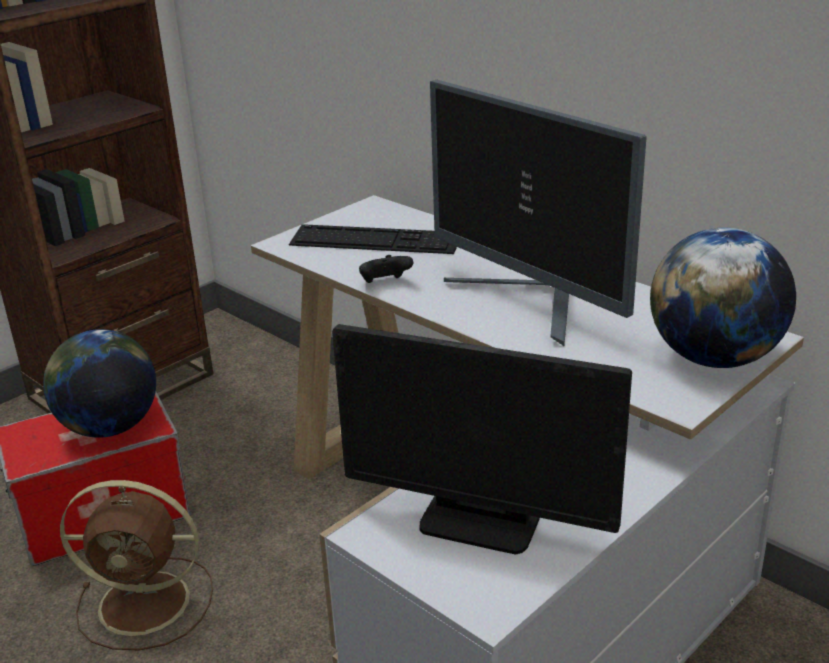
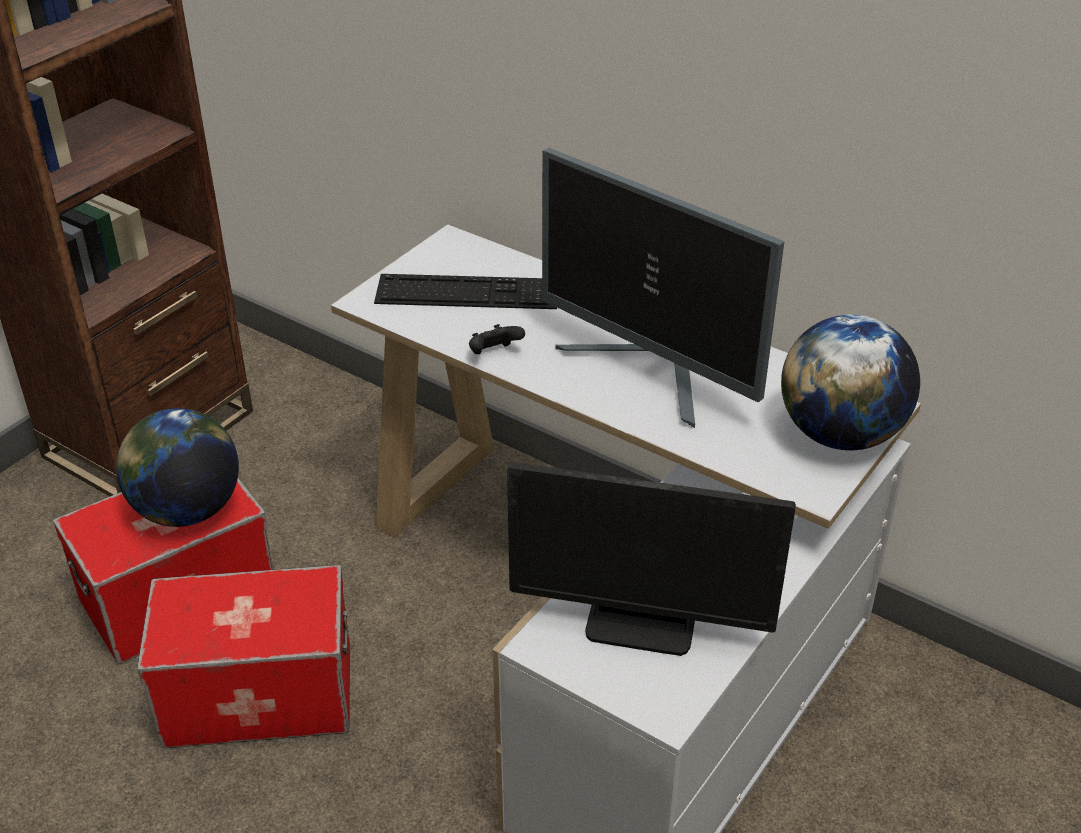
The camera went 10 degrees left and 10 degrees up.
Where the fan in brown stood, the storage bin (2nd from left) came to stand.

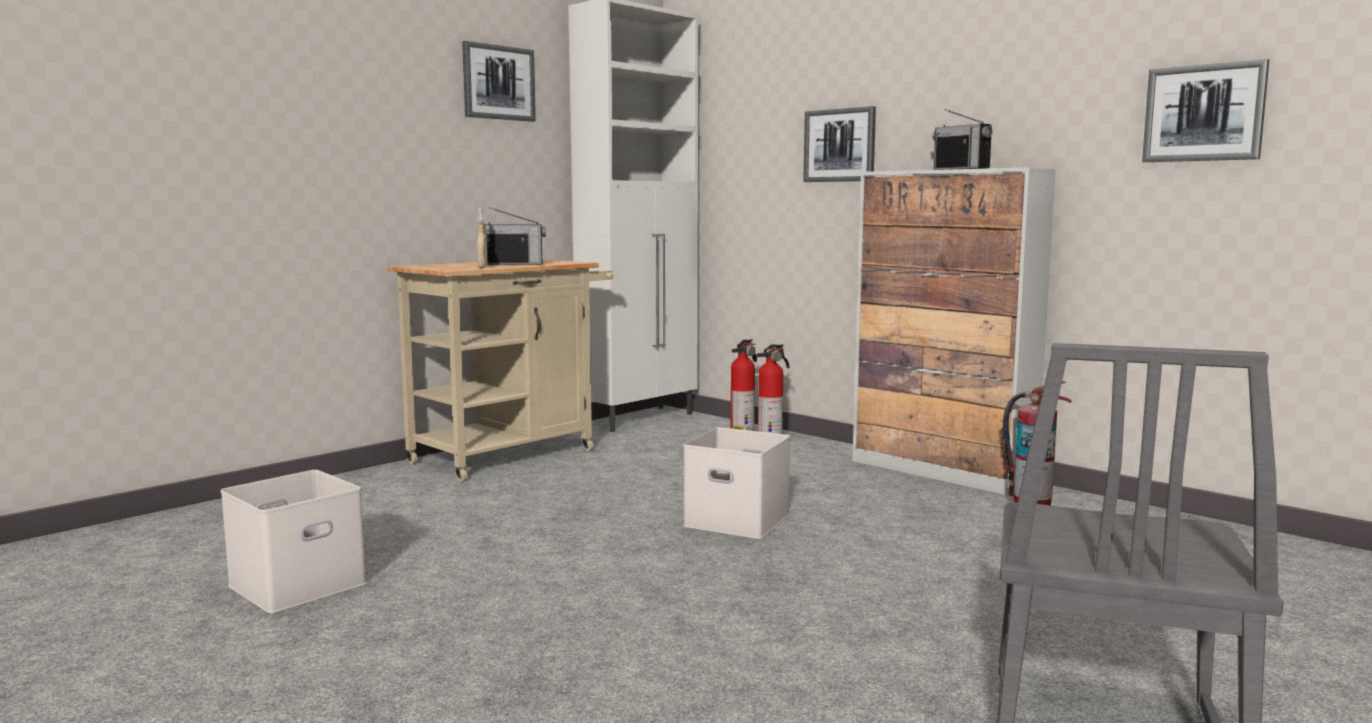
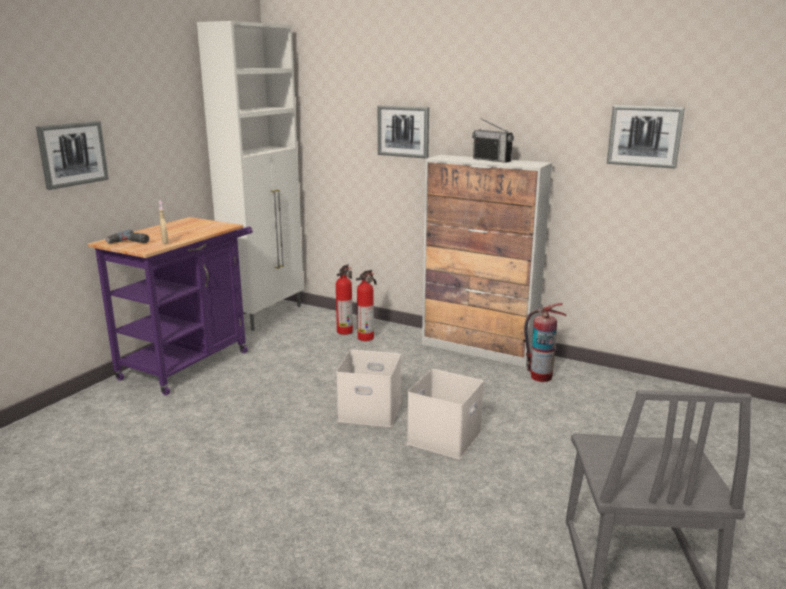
The camera went 15 degrees left and 10 degrees up.
The wall art (1st from left) ended up elsewhere.
The second view lost the radio set (1st from left).
What was the wheeled cart in beige turned into the wheeled cart in purple-coloured.
The storage bin in white-coloured (1st from left in the first image) ended up elsewhere.
The second view gained the electric drill.

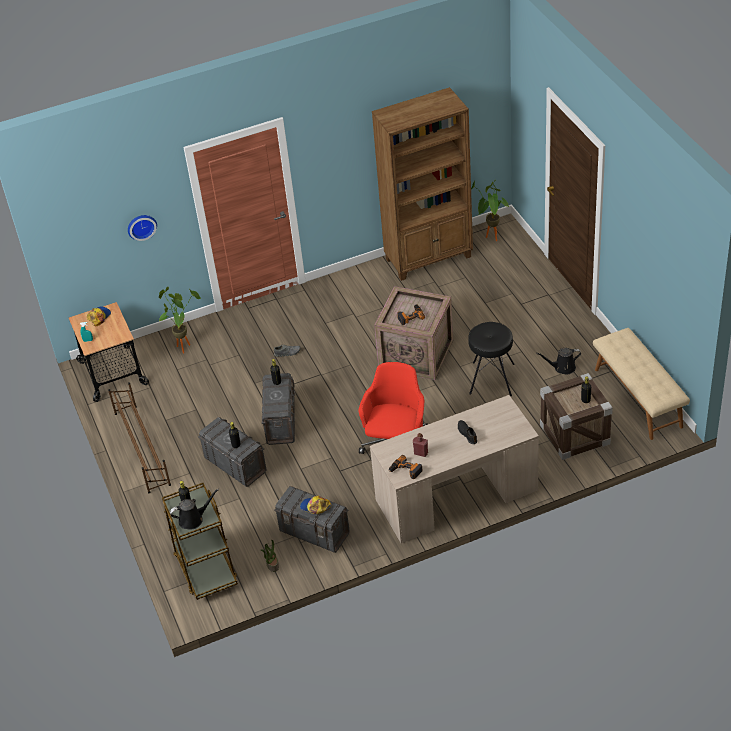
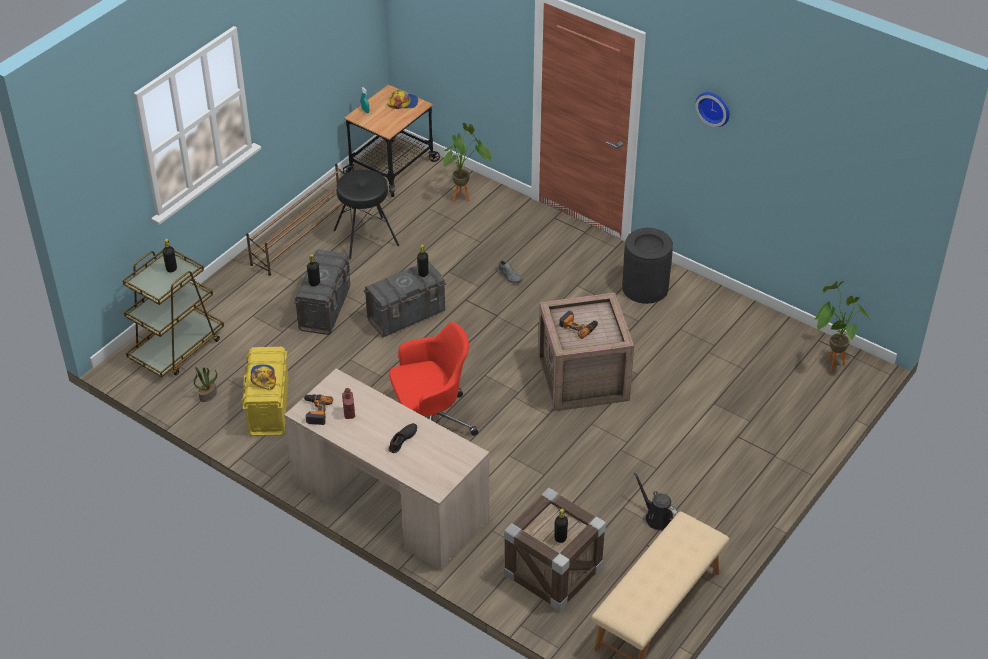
The camera went 55 degrees right and 0 degrees up.
The second view lost the bookcase in brown.
The wall clock ended up elsewhere.
The sitting stool in black ended up elsewhere.
What was the storage bin in grey (3rd from left) turned into the storage bin in yellow.
The second view lost the watering pot in black (1st from left).
The second view gained the rubbish bin in black.

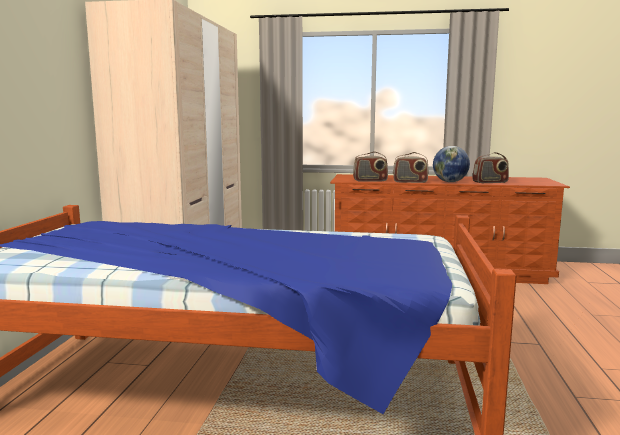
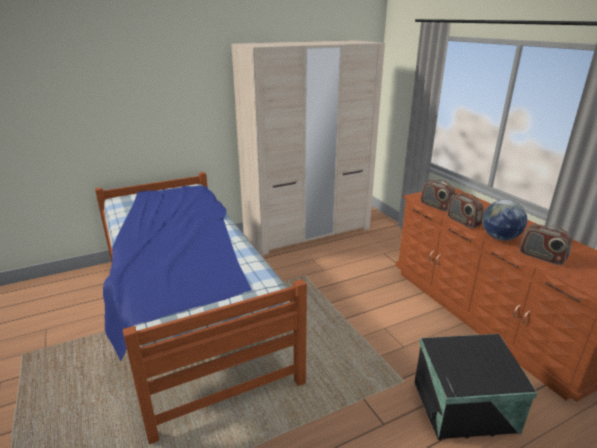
The camera went 55 degrees right and 15 degrees up.
The second view gained the storage bin in black.

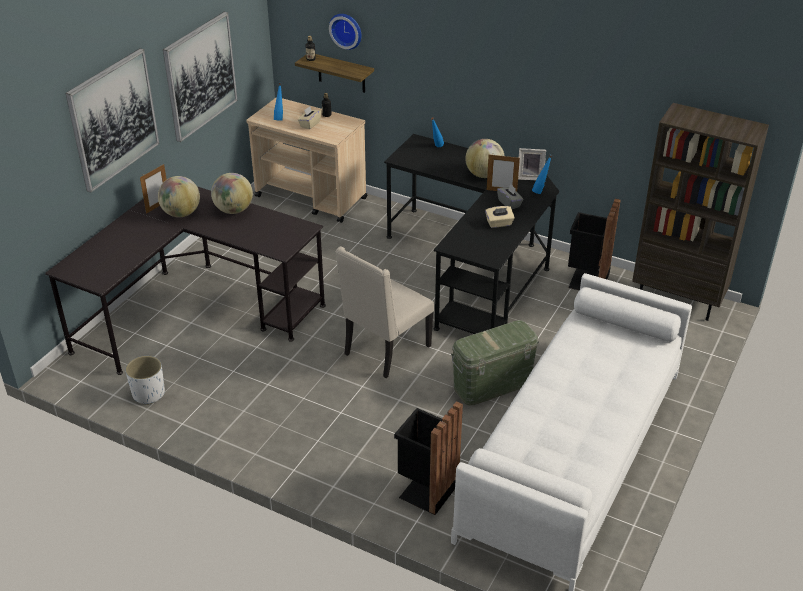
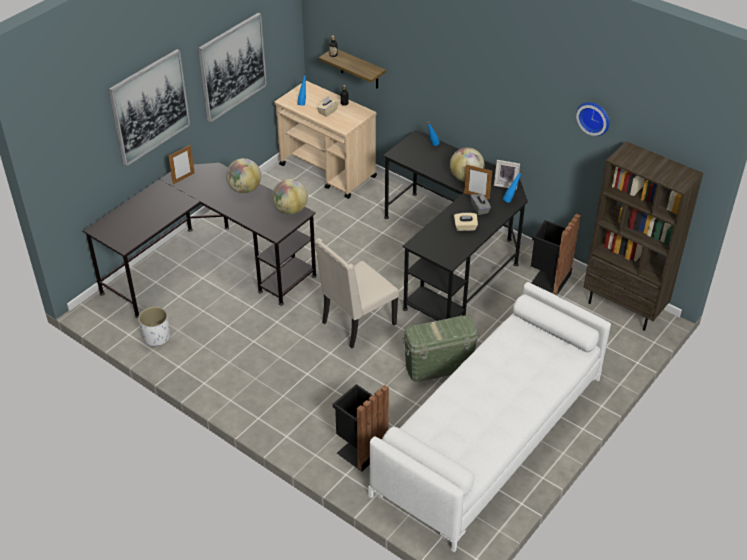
The camera went 10 degrees right and 5 degrees up.
The wall clock ended up elsewhere.
The desk globe (1st from left in the first image) ended up elsewhere.

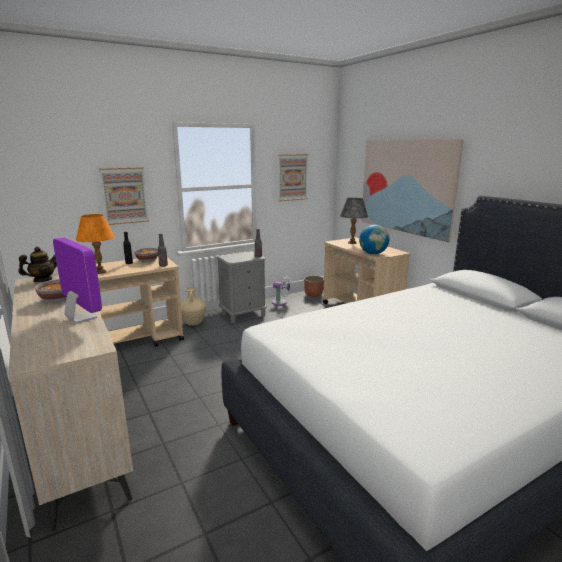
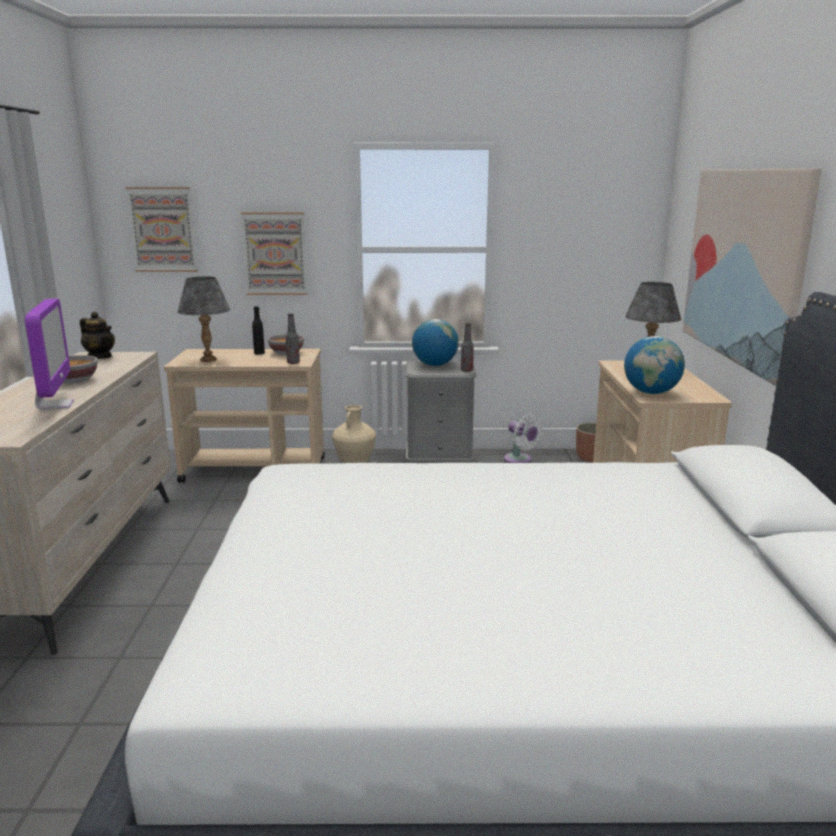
The camera went 30 degrees right and 0 degrees up.
The wall art (2nd from left in the first image) ended up elsewhere.
What was the table lamp in orange turned into the table lamp in grey (1st from left).
The teapot ended up facing another way, 45 degrees clockwise from before.
The second view gained the desk globe (1st from left).

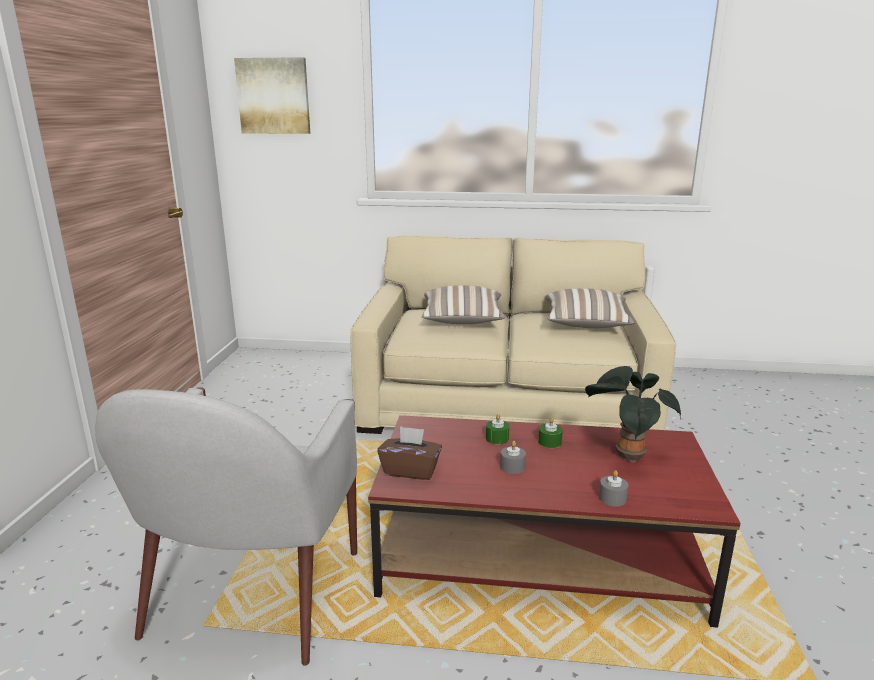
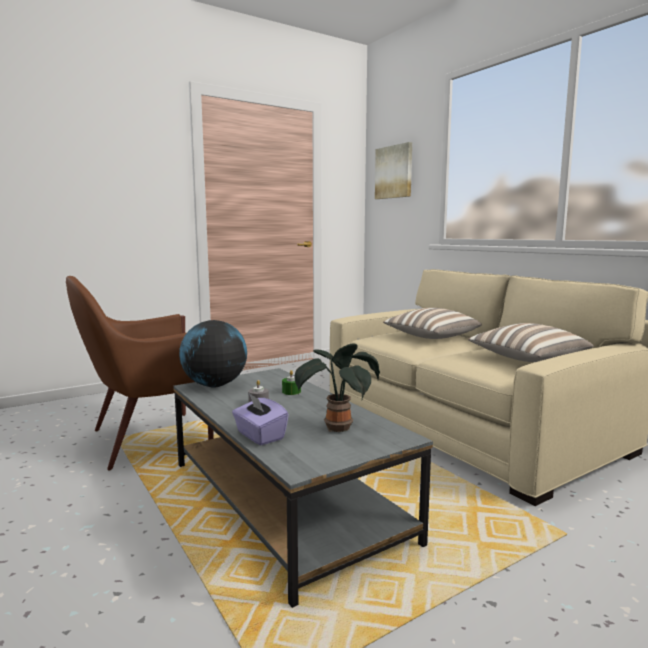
The camera went 50 degrees right and 10 degrees down.
What was the armchair in white-coloured turned into the armchair in brown.
What was the lounge table in red turned into the lounge table in grey.
The second view lost the wax candle in green (2nd from left).
Where the tissue box in brown stood, the desk globe came to stand.
Where the wax candle in grey (2nd from left) stood, the tissue box in purple-coloured came to stand.

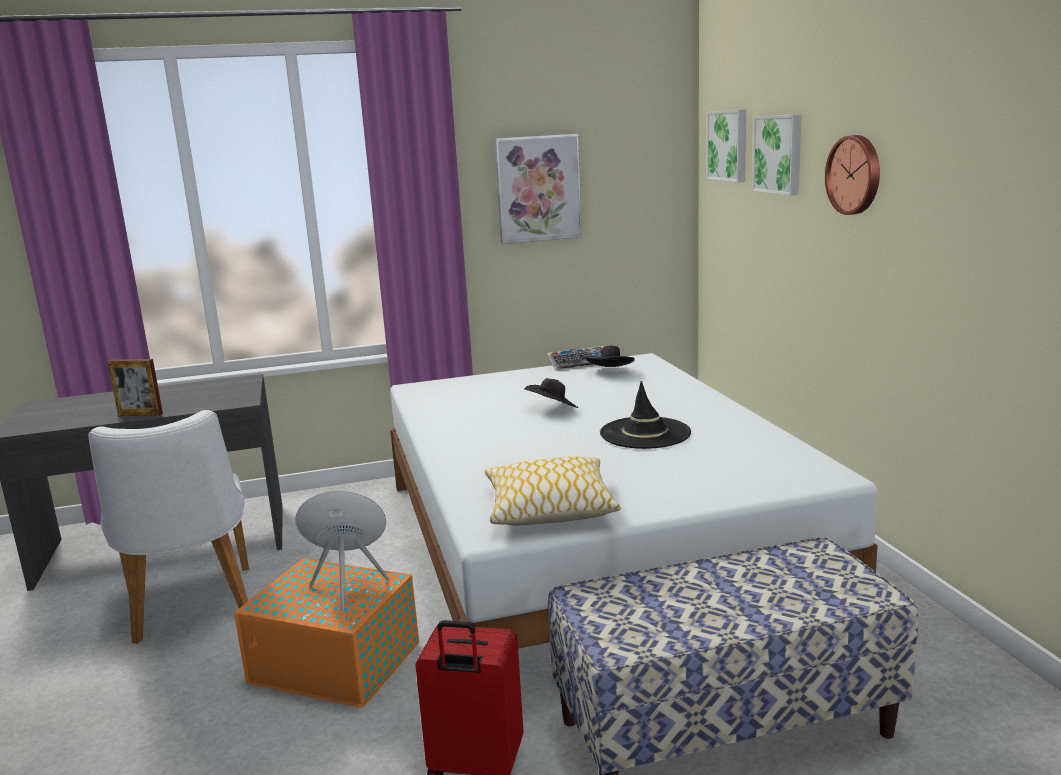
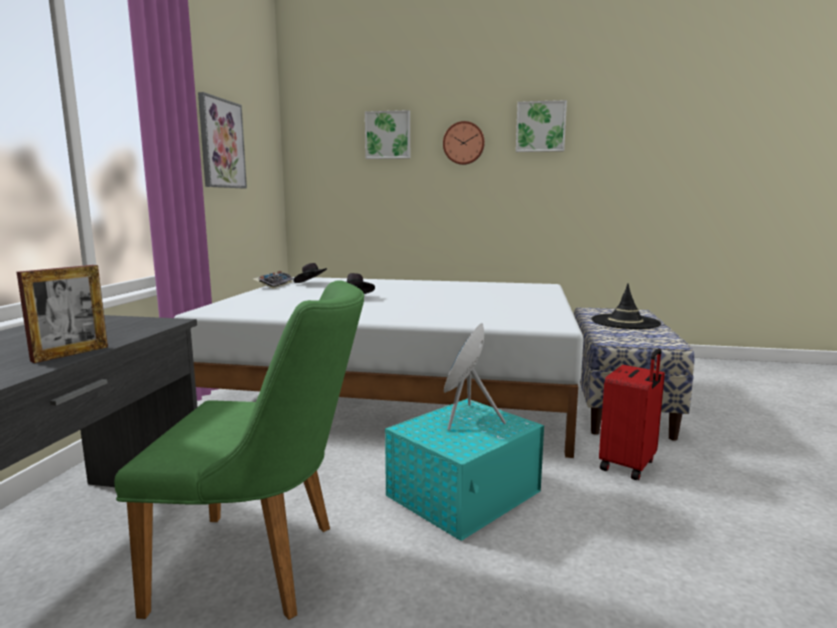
The camera went 65 degrees left and 5 degrees down.
The wall art (2nd from left in the first image) ended up elsewhere.
The hat in black (3rd from left) ended up elsewhere.
What was the upright chair in white-coloured turned into the upright chair in green.
The second view lost the pillow.
What was the storage bin in orange turned into the storage bin in blue-green.

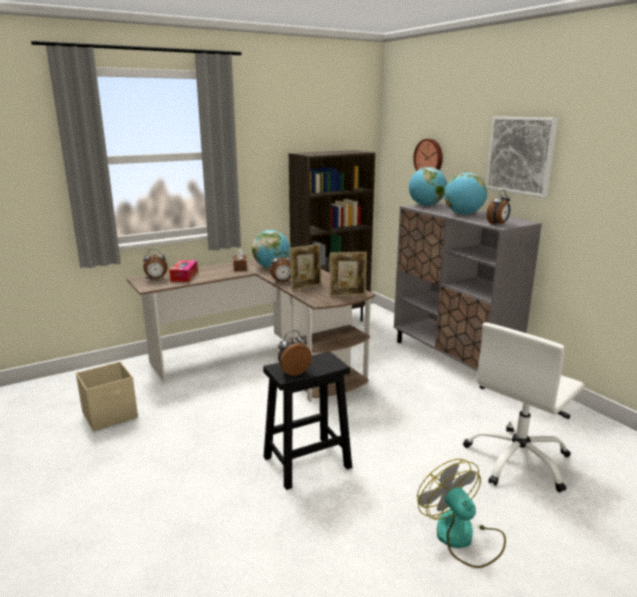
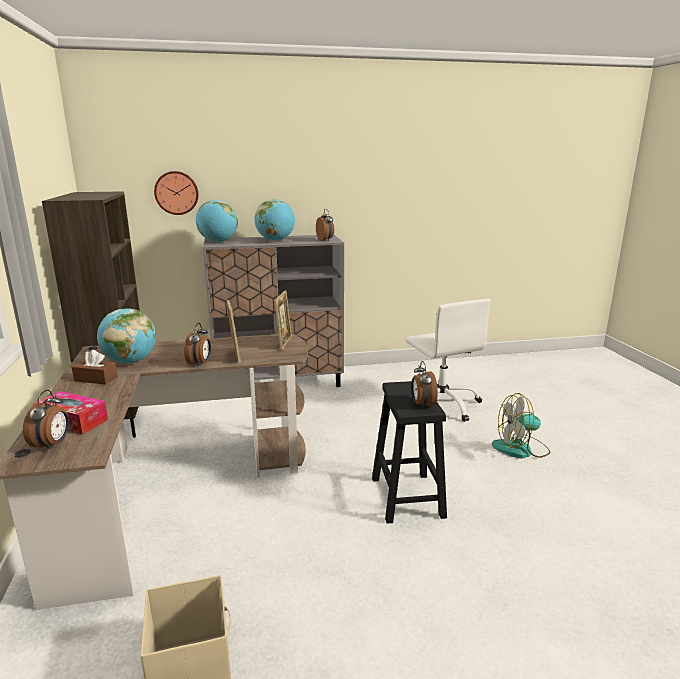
The camera went 70 degrees left and 0 degrees up.
The second view lost the wall art.

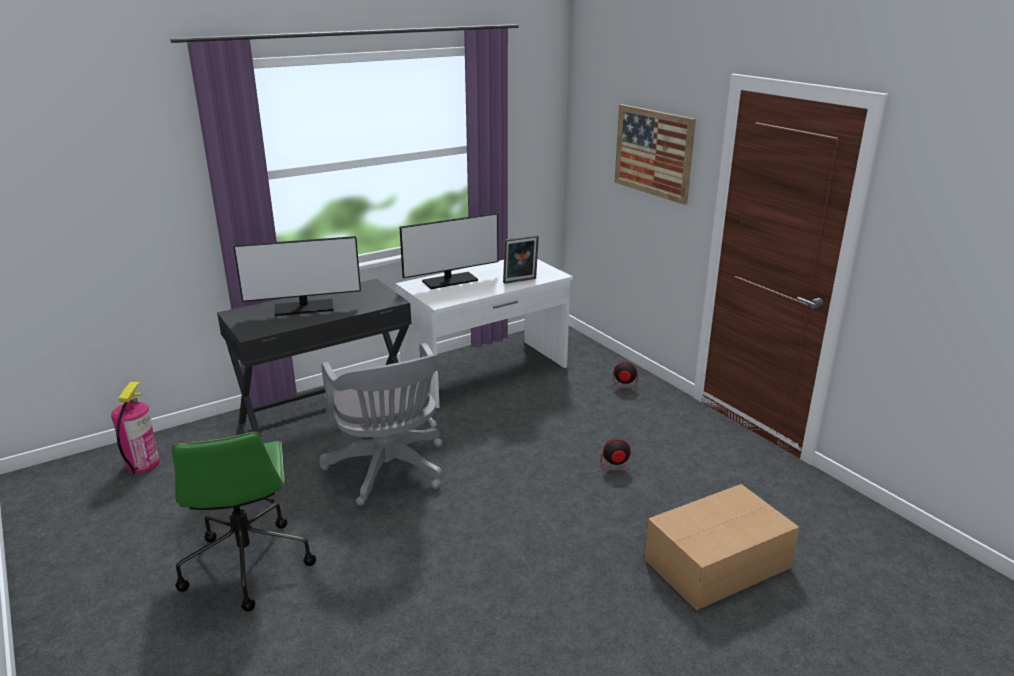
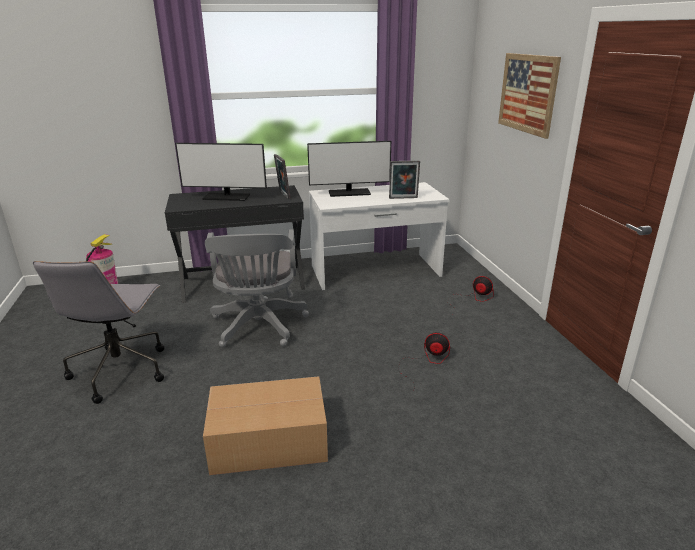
The camera went 20 degrees right and 0 degrees up.
What was the office chair in green turned into the office chair in grey (1st from left).
The carton ended up elsewhere.
The second view gained the photo frame (1st from left).

